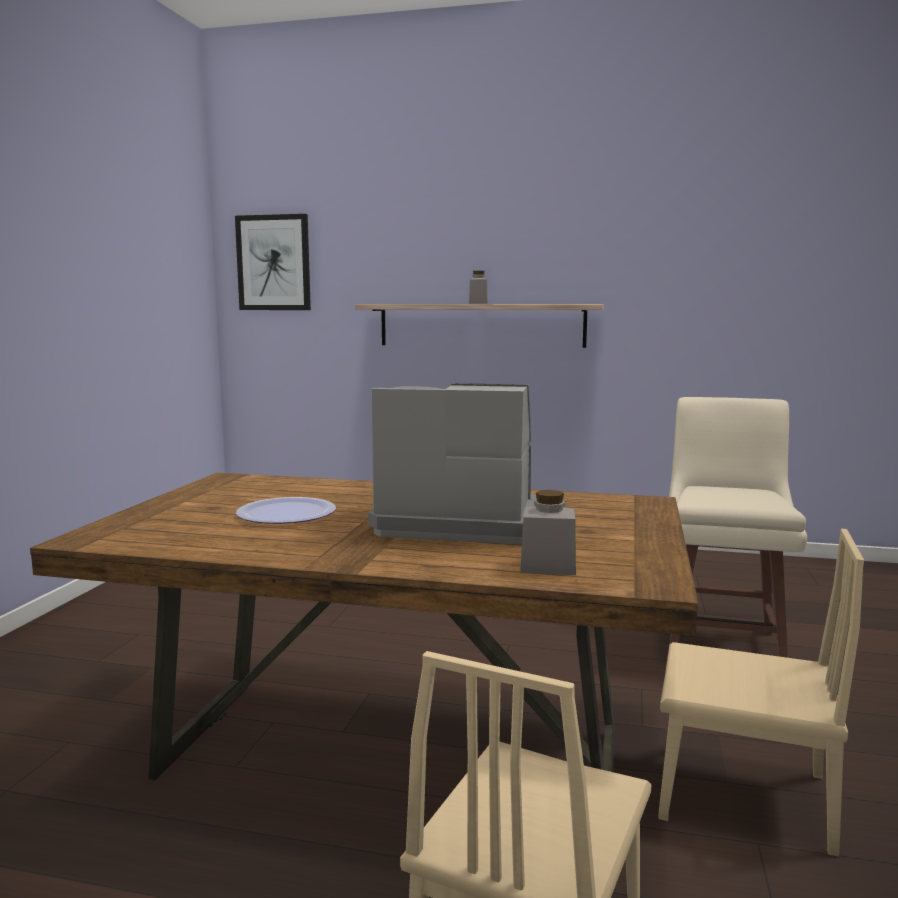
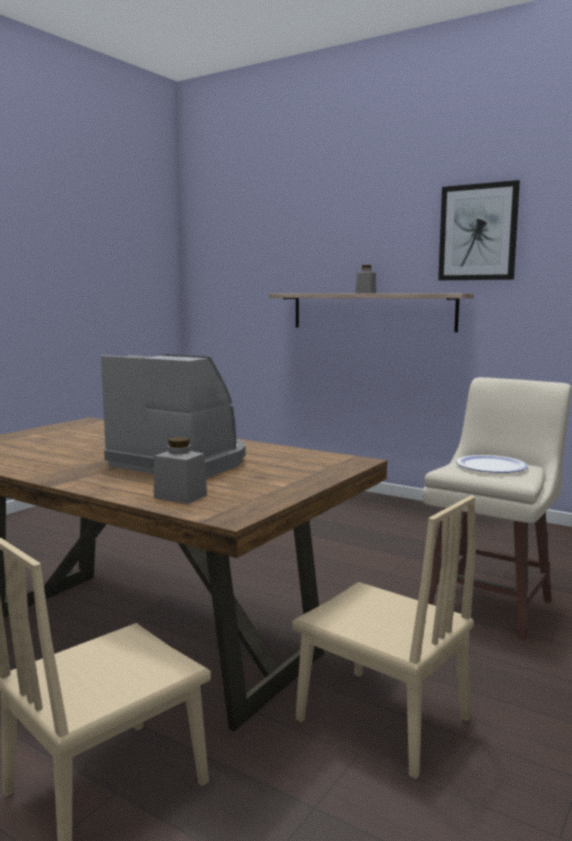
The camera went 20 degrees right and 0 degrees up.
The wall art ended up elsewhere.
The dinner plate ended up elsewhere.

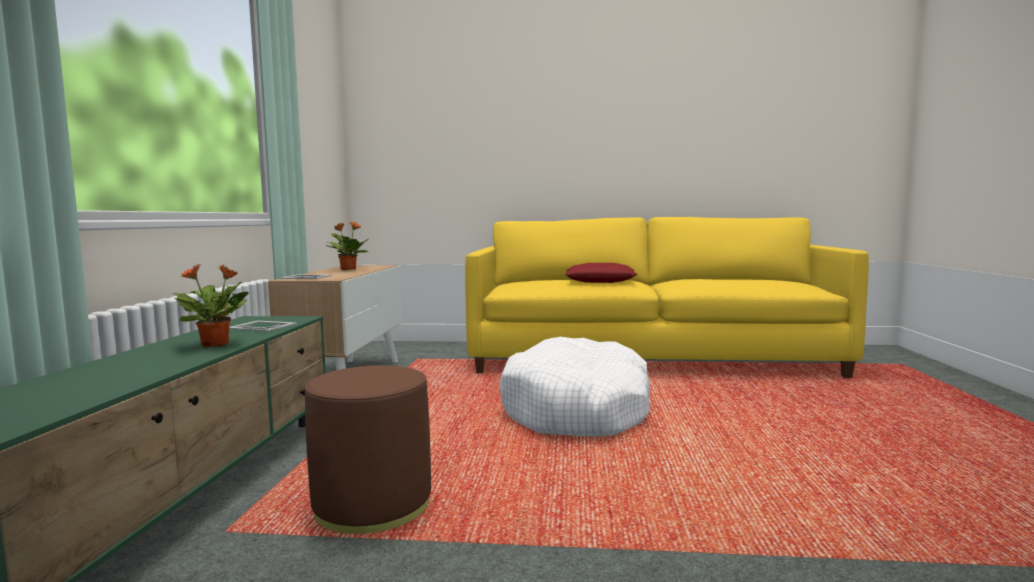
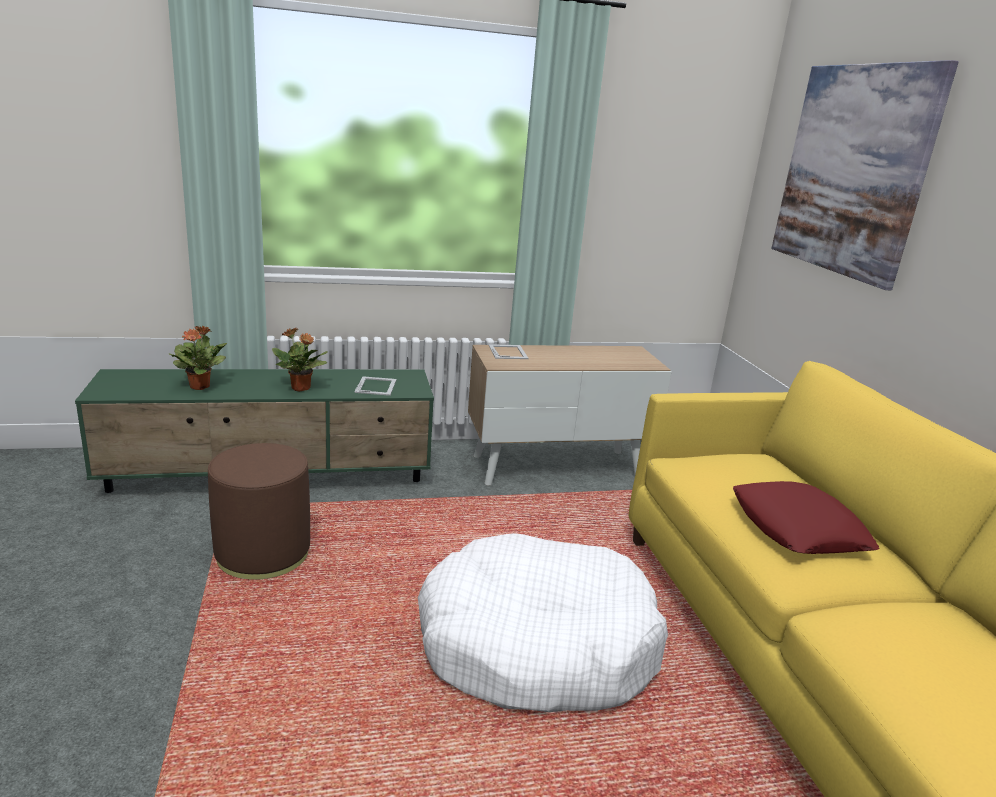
The camera went 70 degrees right and 15 degrees up.
The potted plant (2nd from left in the first image) ended up elsewhere.
The second view gained the wall art.

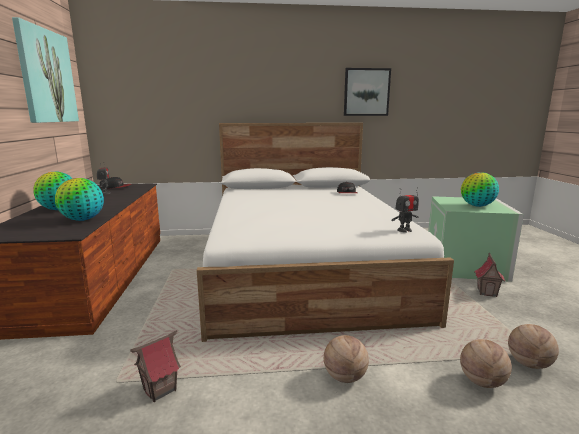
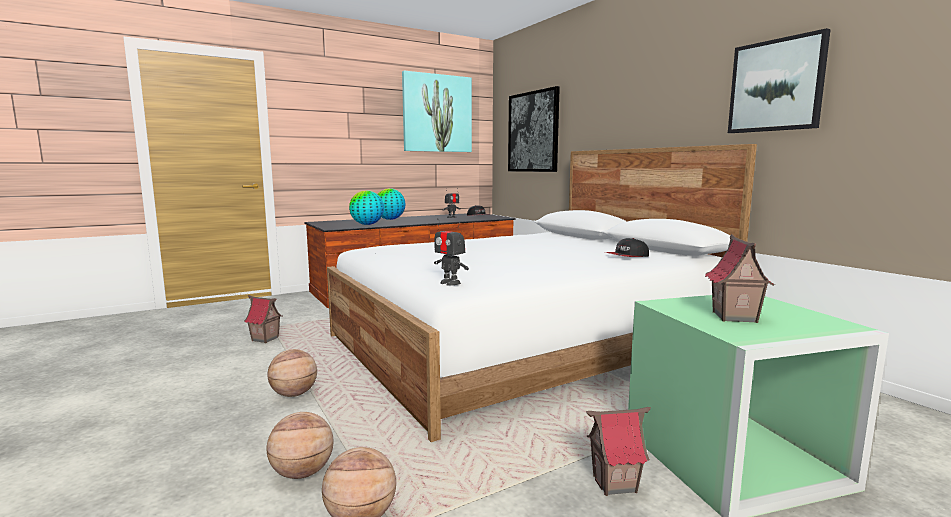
The camera went 65 degrees right and 5 degrees down.
Where the desk globe (3rd from left) stood, the model house (3rd from left) came to stand.
The second view gained the wall art (2nd from left).

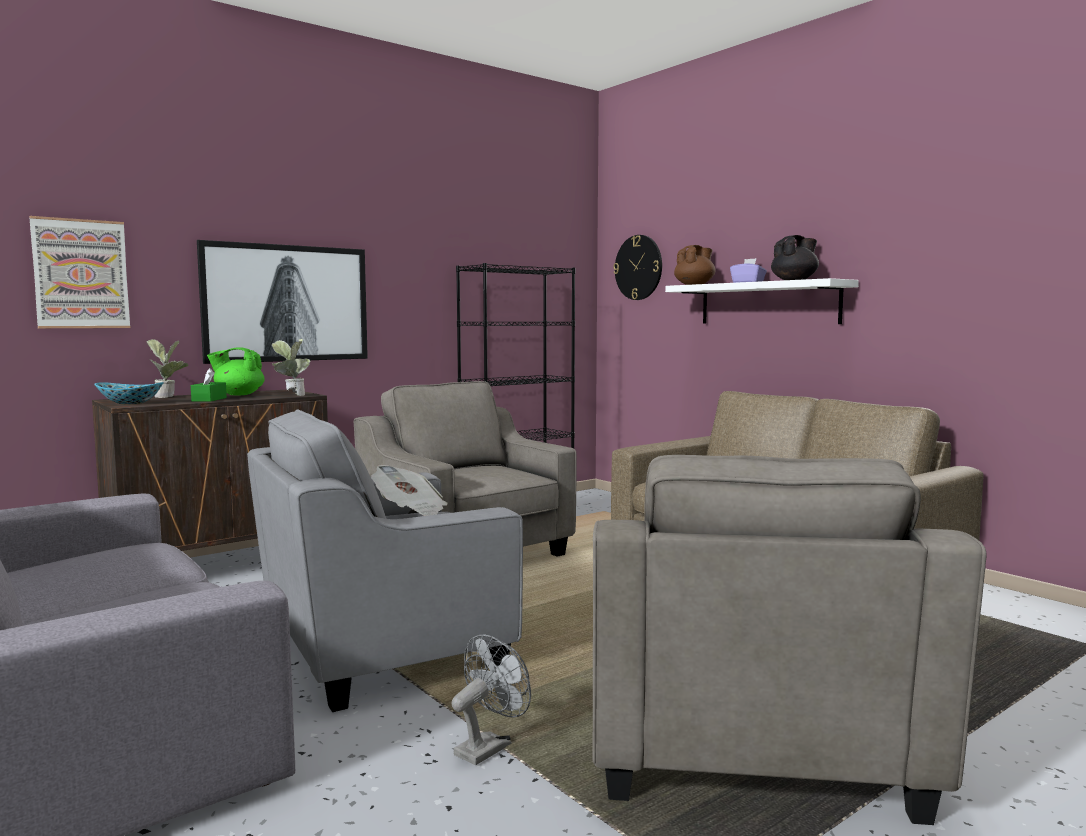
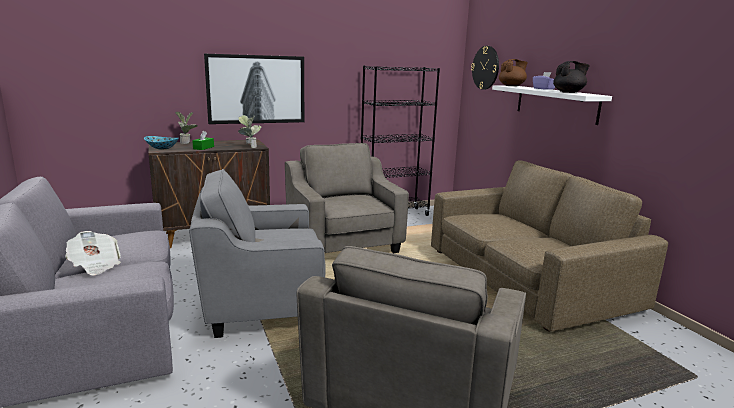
The camera went 15 degrees right and 10 degrees up.
The second view lost the wall art (1st from left).
The second view lost the teapot in green.
The daily paper ended up elsewhere.
The second view lost the fan in grey.

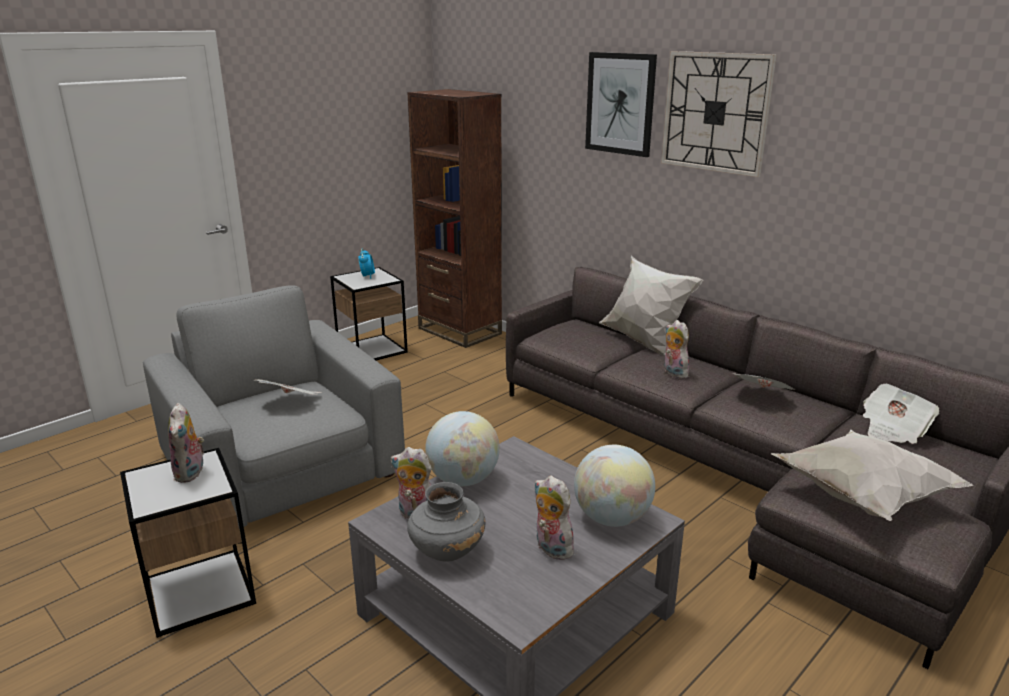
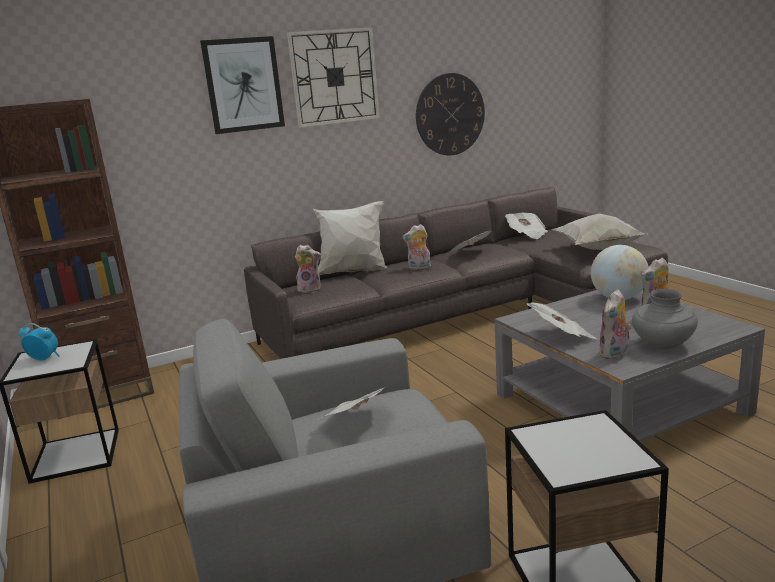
The camera went 70 degrees left and 5 degrees down.
The soft toy (1st from left) ended up elsewhere.
Where the desk globe (1st from left) stood, the daily paper (4th from left) came to stand.
The second view gained the wall clock (2nd from left).

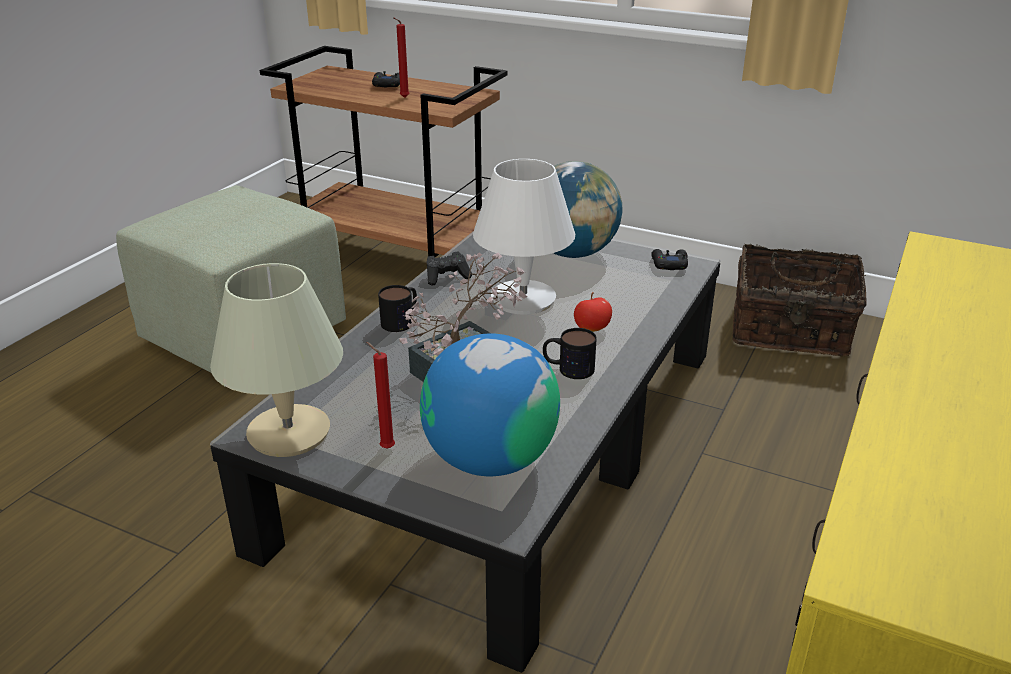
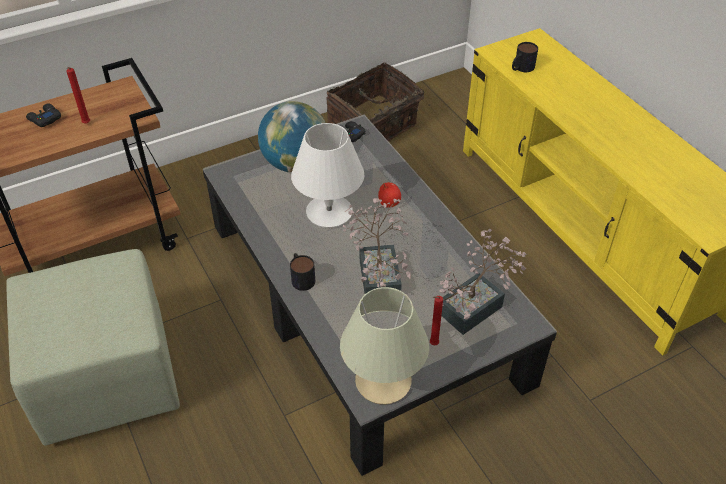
The camera went 55 degrees left and 15 degrees up.
The second view lost the joypad in black (2nd from left).
The mug (2nd from left) ended up elsewhere.
Where the desk globe (1st from left) stood, the potted plant (2nd from left) came to stand.

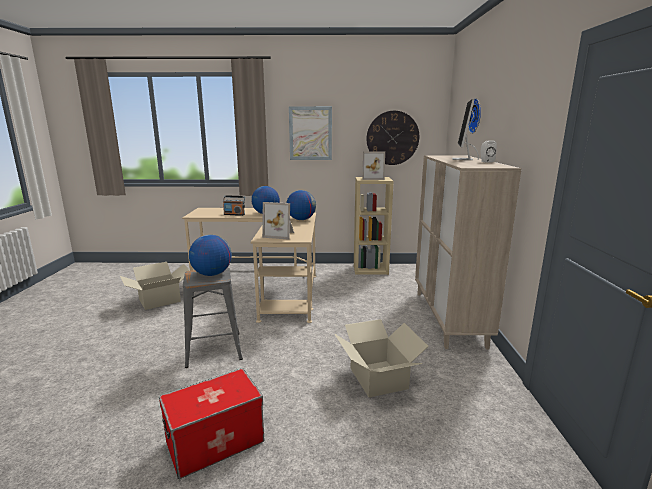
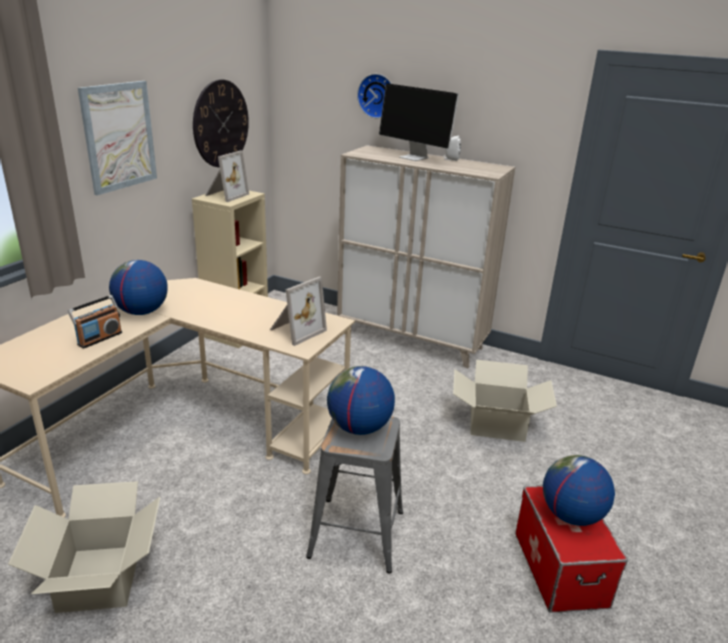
The camera went 65 degrees left and 10 degrees up.
The desk globe (3rd from left) ended up elsewhere.

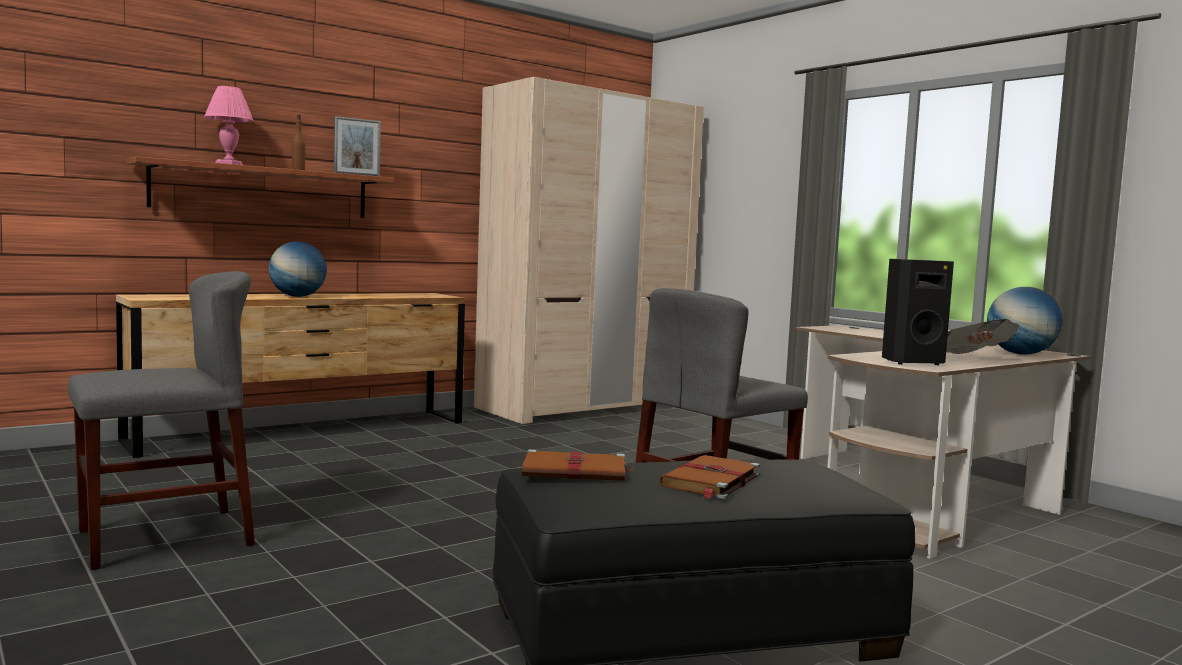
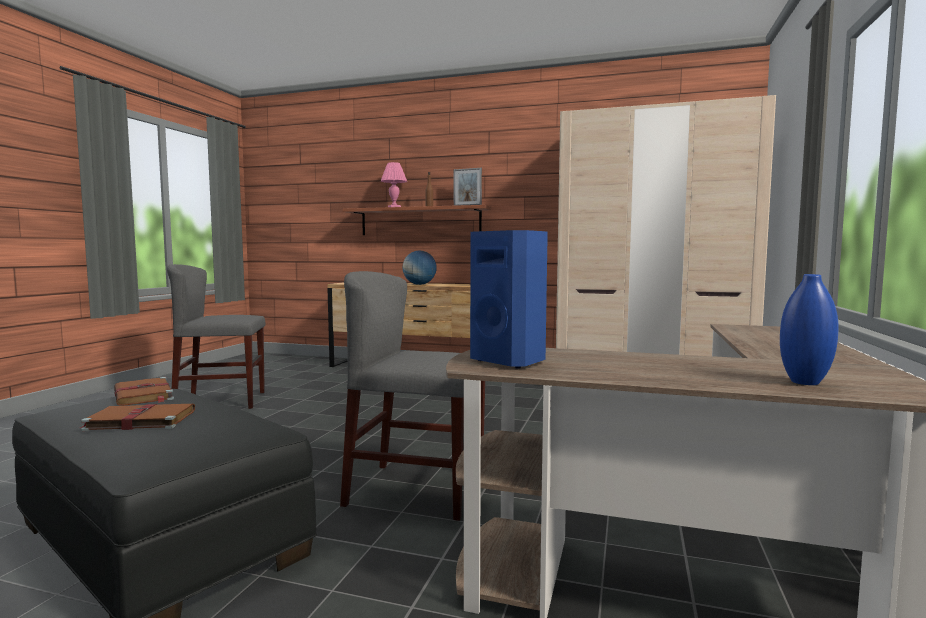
The camera went 55 degrees right and 0 degrees up.
What was the loudspeaker in black turned into the loudspeaker in blue-coloured.
The upright chair in grey (1st from left) ended up facing another way, 150 degrees clockwise from before.
Where the desk globe (2nd from left) stood, the decorative vase in blue-coloured came to stand.
The second view lost the daily paper.

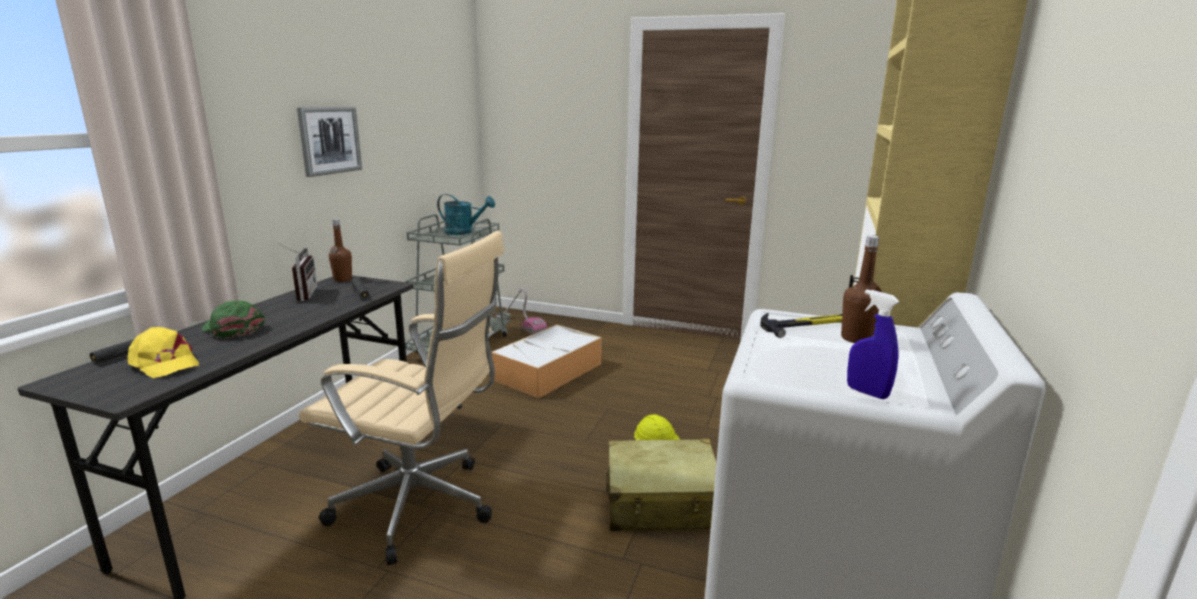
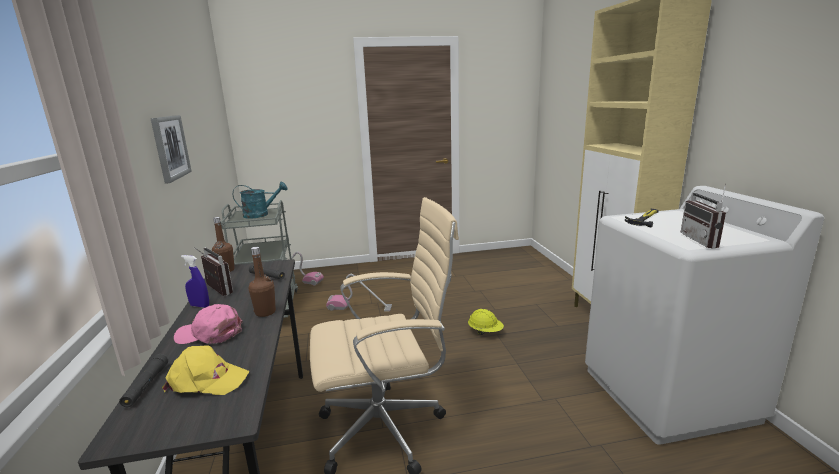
The camera went 30 degrees left and 0 degrees up.
The drink bottle in brown (2nd from left) ended up elsewhere.
The sprayer in blue-coloured ended up elsewhere.
What was the cap in green turned into the cap in pink-coloured.
Where the storage bin stood, the hoover (2nd from left) came to stand.
The second view lost the suitcase in beige.
The second view gained the radio set (2nd from left).

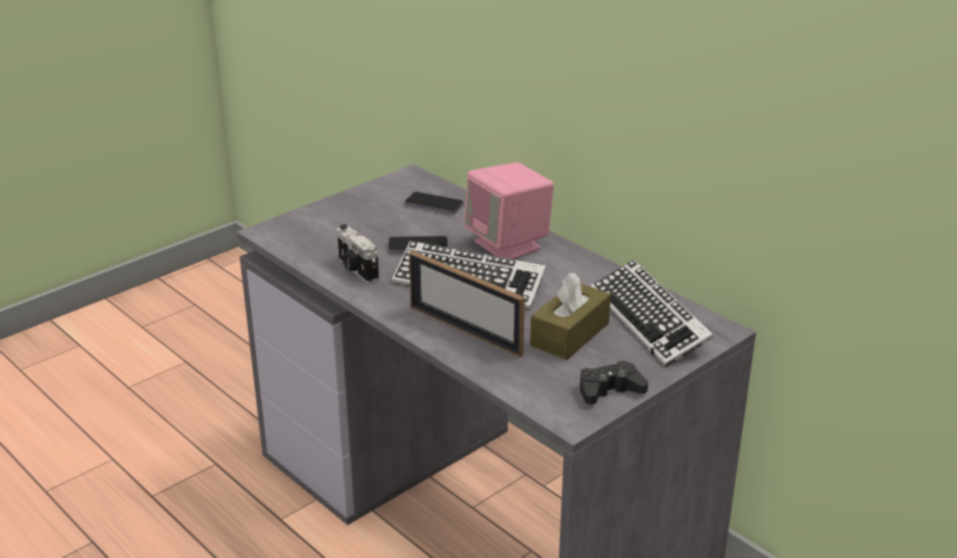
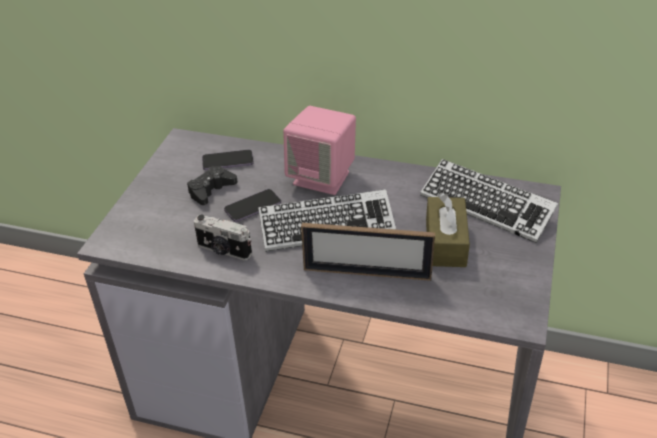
The camera went 30 degrees left and 10 degrees up.
The joypad in black ended up elsewhere.

